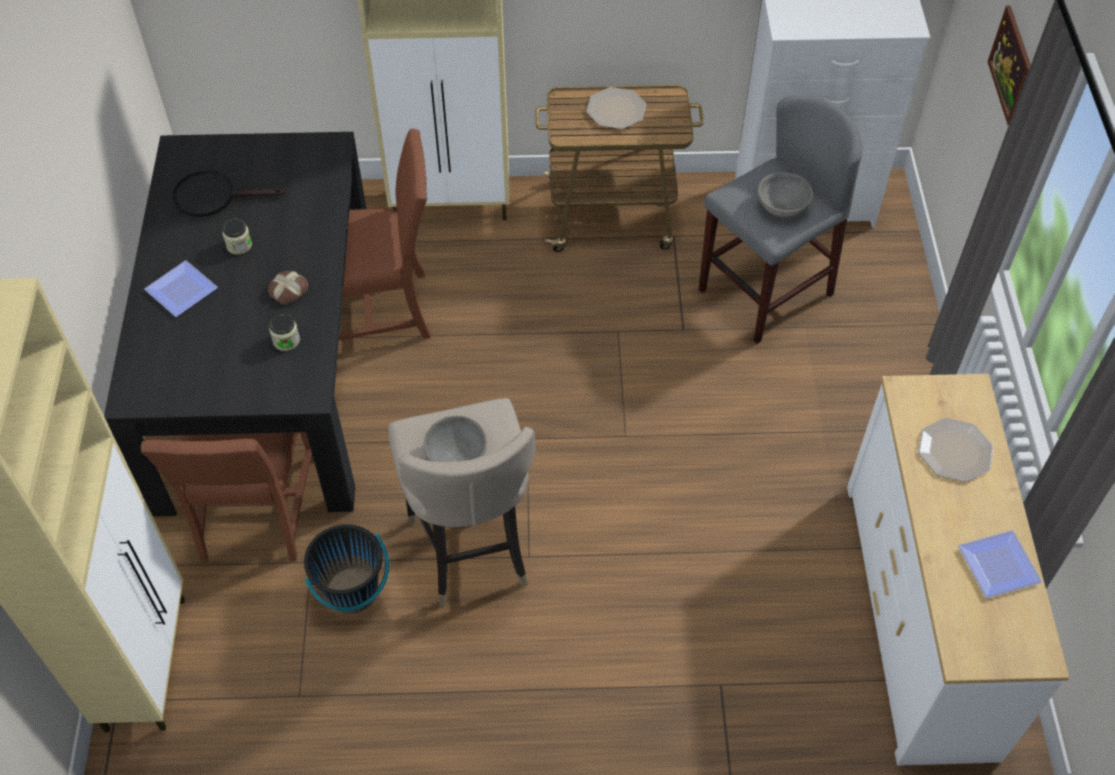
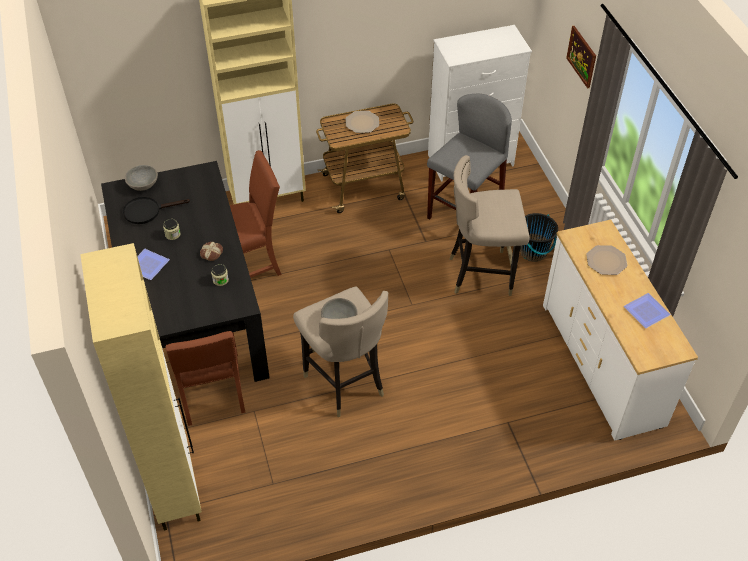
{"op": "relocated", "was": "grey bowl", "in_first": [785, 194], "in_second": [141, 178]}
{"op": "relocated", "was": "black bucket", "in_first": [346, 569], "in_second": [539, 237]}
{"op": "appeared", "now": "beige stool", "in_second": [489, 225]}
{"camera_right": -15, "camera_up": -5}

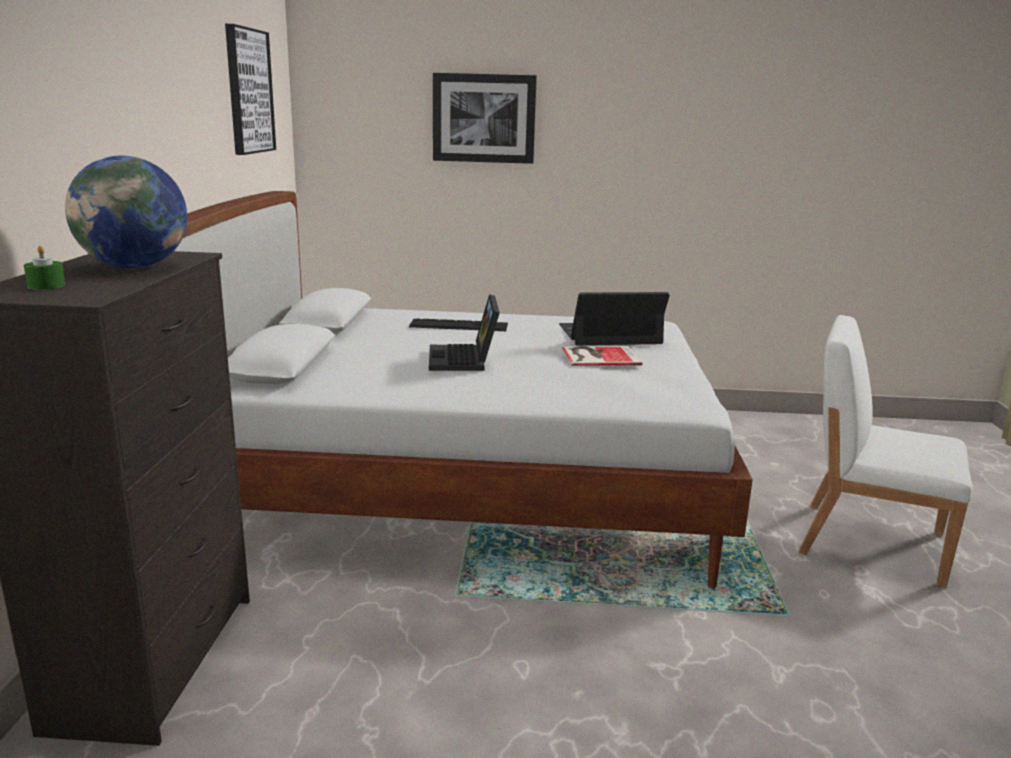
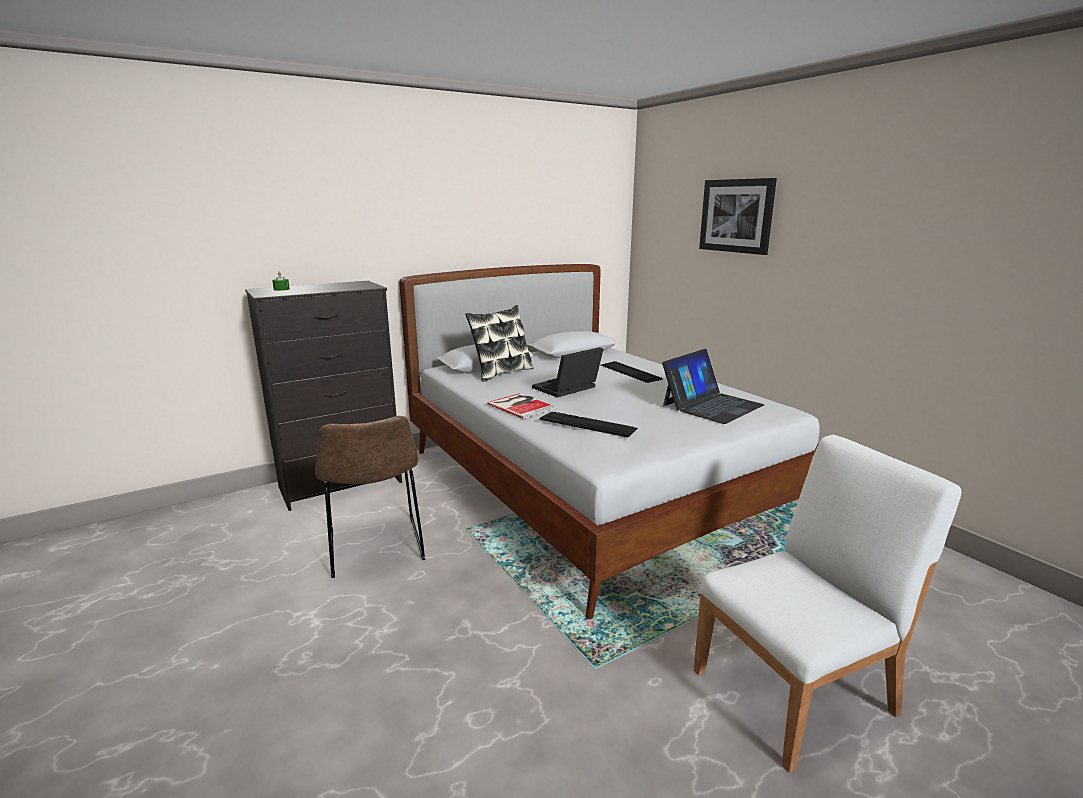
{"op": "missing", "was": "picture", "in_first": [250, 89]}
{"op": "missing", "was": "globe", "in_first": [126, 212]}
{"op": "spun", "was": "laptop", "in_first": [614, 318], "in_second": [713, 386], "clockwise": 90}
{"op": "spun", "was": "white chair", "in_first": [885, 451], "in_second": [827, 604], "clockwise": 75}
{"op": "relocated", "was": "book", "in_first": [601, 356], "in_second": [522, 406]}
{"op": "appeared", "now": "pillow", "in_second": [499, 343]}
{"op": "appeared", "now": "keyboard", "in_second": [589, 424]}
{"op": "appeared", "now": "brown chair", "in_second": [370, 497]}
{"camera_right": 55, "camera_up": 0}

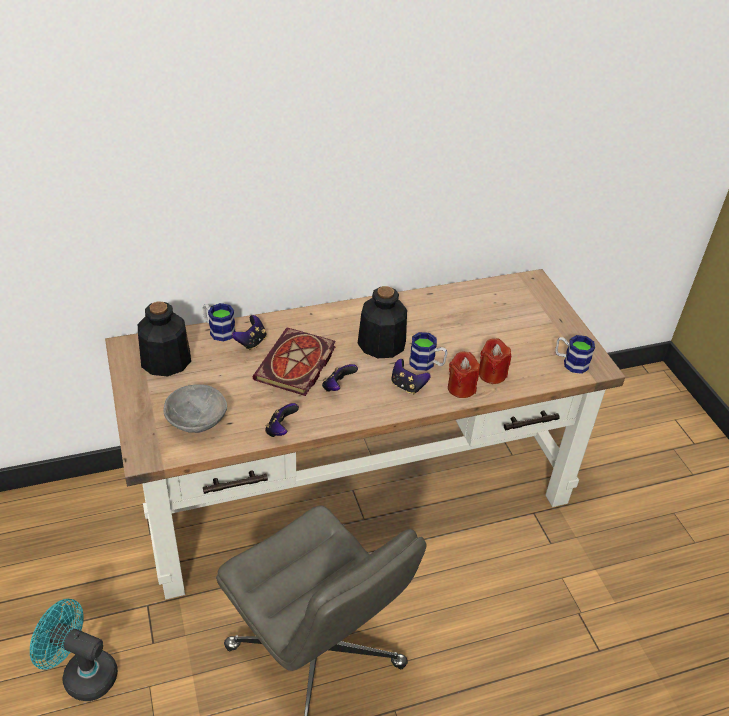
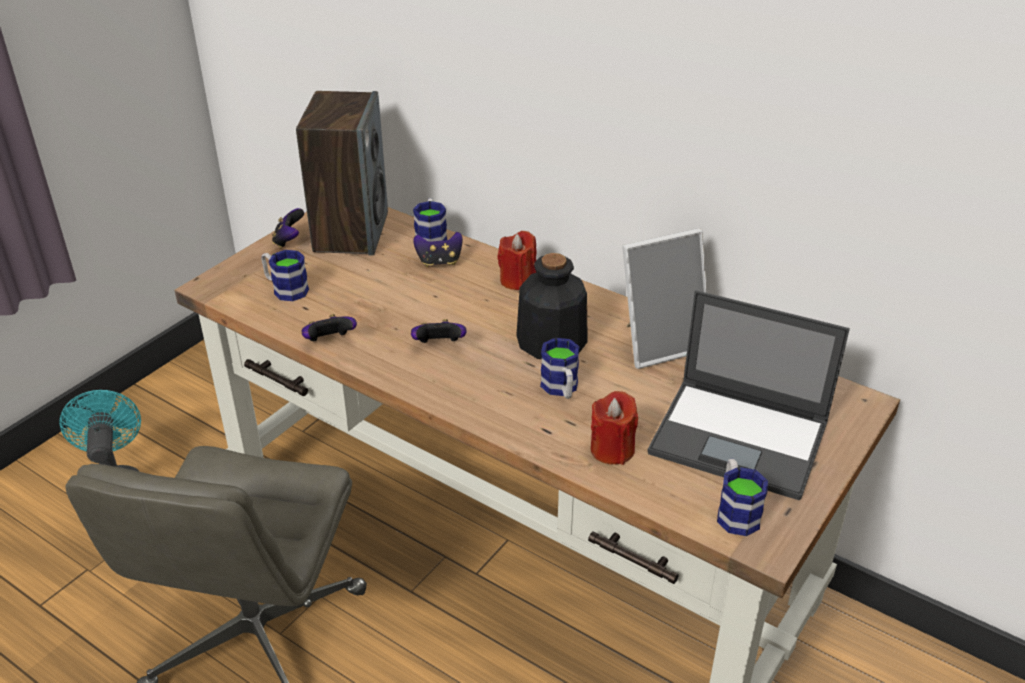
{"op": "exchanged", "was": "bottle", "now": "speaker", "in_first": [164, 339], "in_second": [342, 173]}
{"op": "missing", "was": "book", "in_first": [294, 361]}
{"op": "relocated", "was": "red candle", "in_first": [464, 374], "in_second": [516, 260]}
{"op": "relocated", "was": "game controller", "in_first": [411, 376], "in_second": [288, 228]}
{"op": "exchanged", "was": "grey bowl", "now": "mug", "in_first": [195, 408], "in_second": [285, 275]}
{"op": "appeared", "now": "picture frame", "in_second": [664, 298]}
{"op": "appeared", "now": "laptop", "in_second": [749, 395]}
{"camera_right": 55, "camera_up": -5}

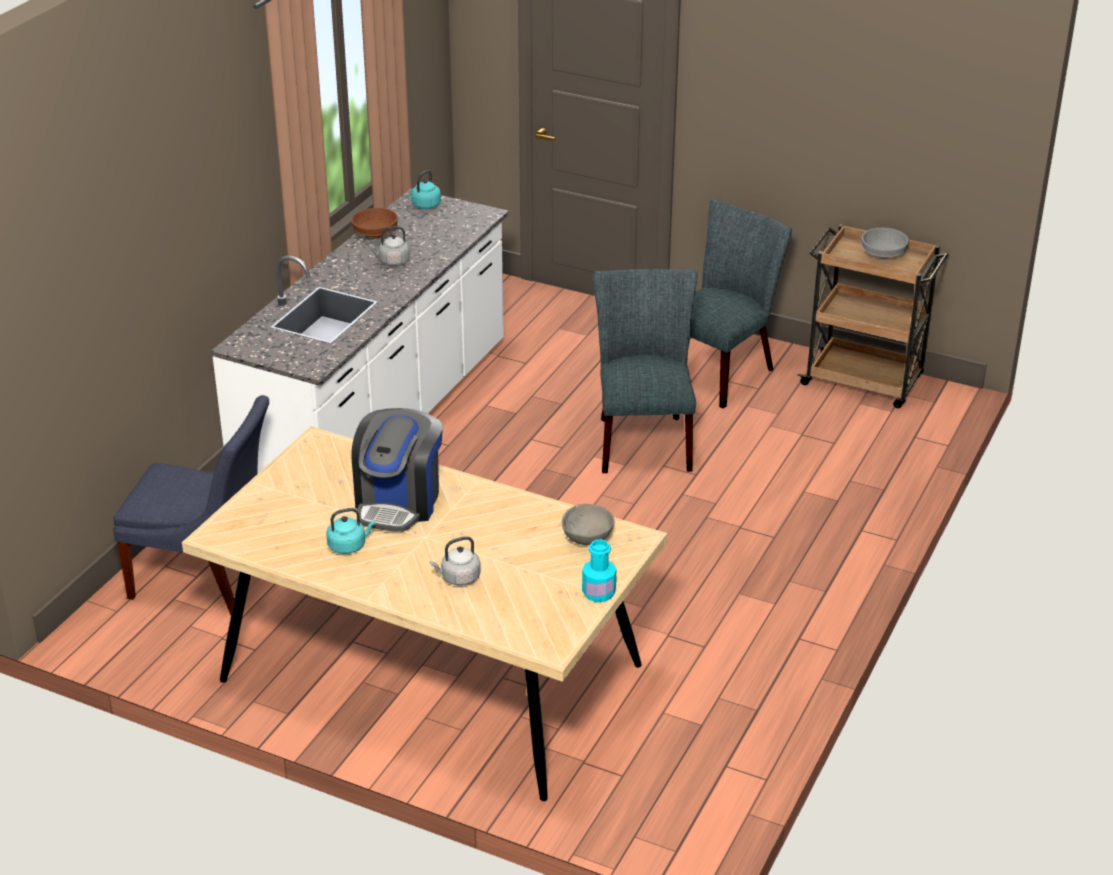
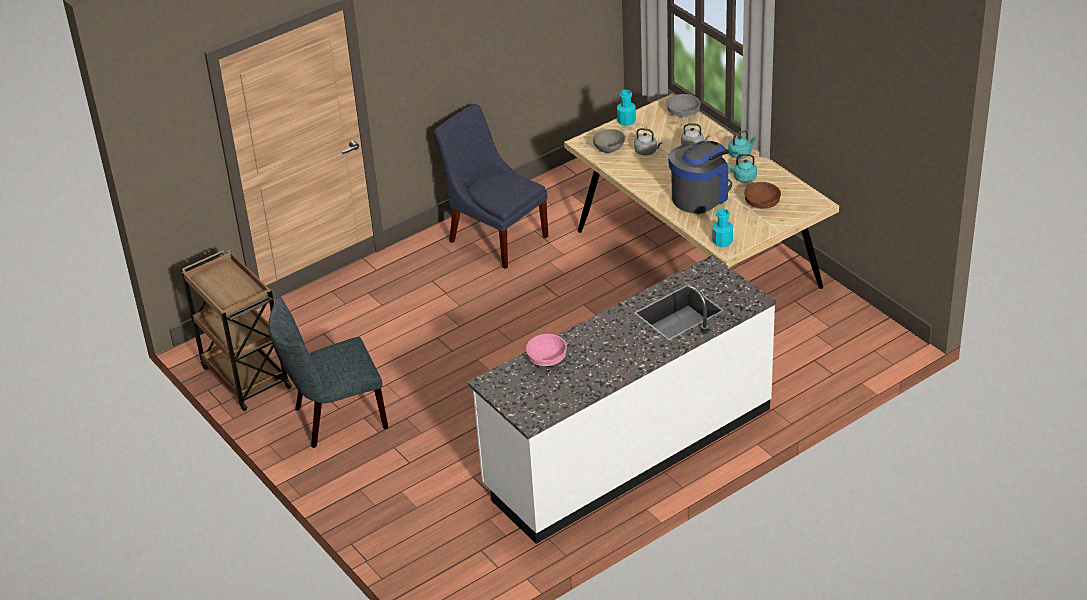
{"op": "relocated", "was": "turquoise kettle", "in_first": [425, 189], "in_second": [742, 144]}
{"op": "relocated", "was": "brown bowl", "in_first": [374, 223], "in_second": [762, 195]}
{"op": "relocated", "was": "grey kettle", "in_first": [389, 246], "in_second": [648, 141]}
{"op": "relocated", "was": "grey bowl", "in_first": [885, 243], "in_second": [683, 105]}
{"op": "missing", "was": "grey chair", "in_first": [645, 371]}
{"op": "relocated", "was": "blue chair", "in_first": [191, 505], "in_second": [491, 186]}
{"op": "appeared", "now": "turquoise bottle", "in_second": [723, 227]}
{"op": "appeared", "now": "pink bowl", "in_second": [546, 350]}
{"camera_right": -150, "camera_up": 5}

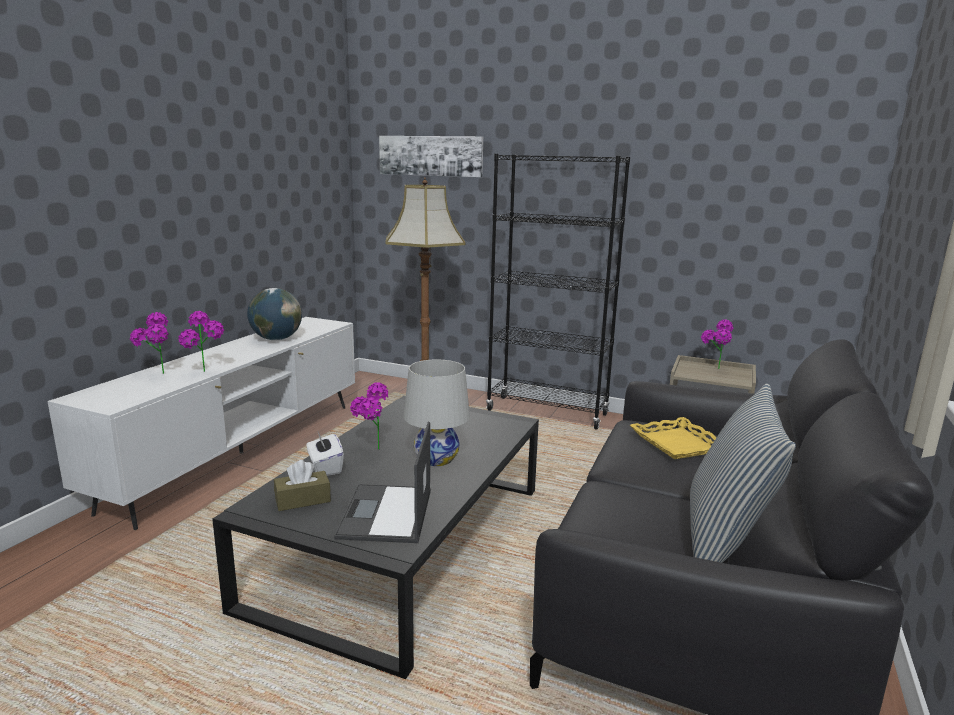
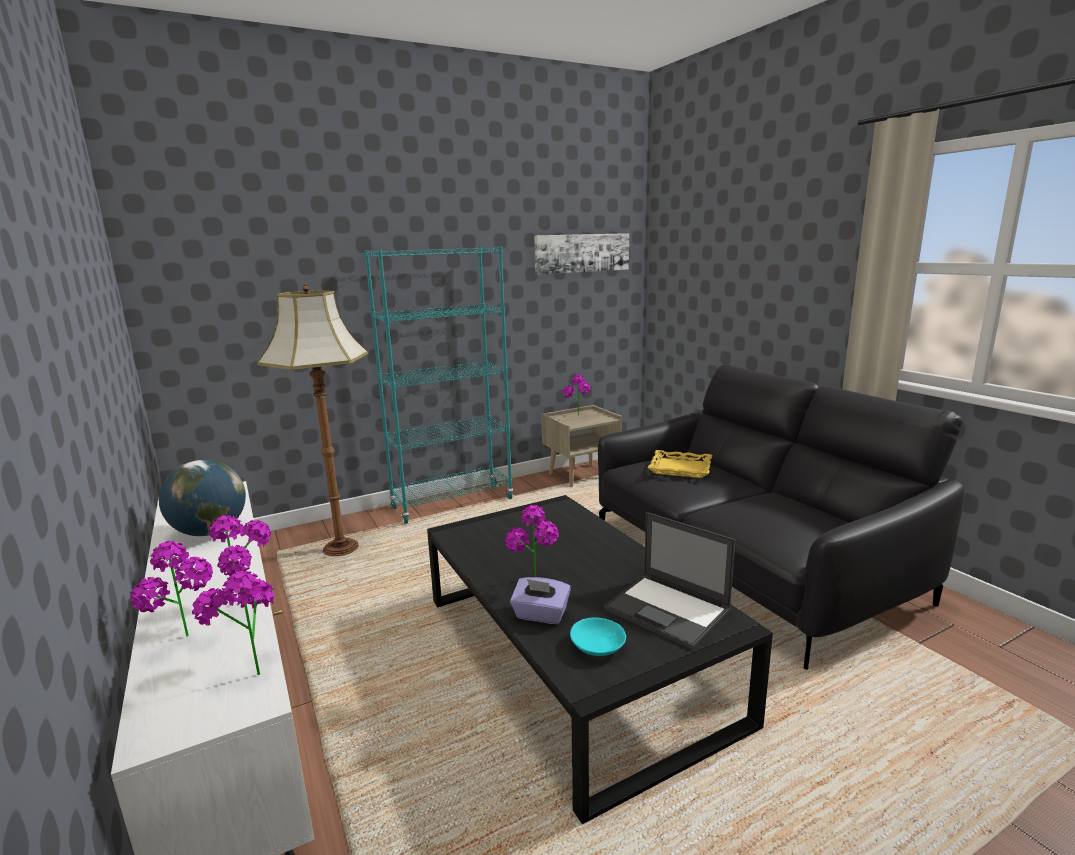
{"op": "relocated", "was": "picture", "in_first": [431, 156], "in_second": [581, 254]}
{"op": "colour", "was": "black bookcase", "now": "turquoise bookcase", "in_first": [558, 291], "in_second": [439, 385]}
{"op": "missing", "was": "white table lamp", "in_first": [437, 413]}
{"op": "missing", "was": "pillow", "in_first": [743, 473]}
{"op": "colour", "was": "white tissue box", "now": "purple tissue box", "in_first": [325, 454], "in_second": [540, 600]}
{"op": "exchanged", "was": "brown tissue box", "now": "turquoise bowl", "in_first": [302, 485], "in_second": [598, 637]}
{"op": "appeared", "now": "potted plant", "in_second": [233, 623]}
{"camera_right": -50, "camera_up": 0}

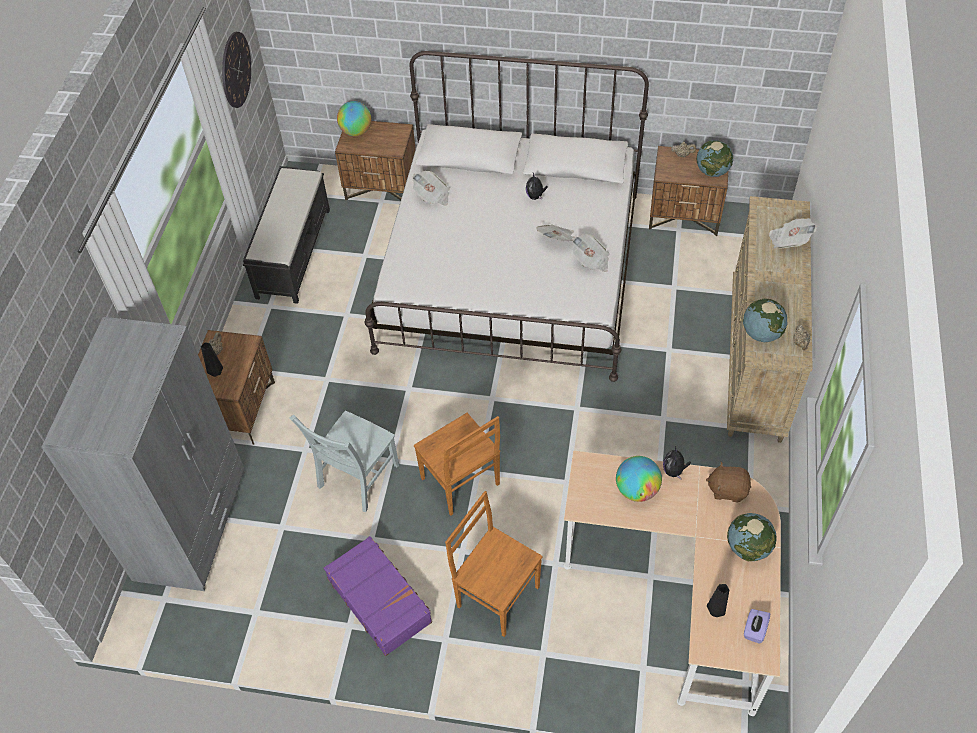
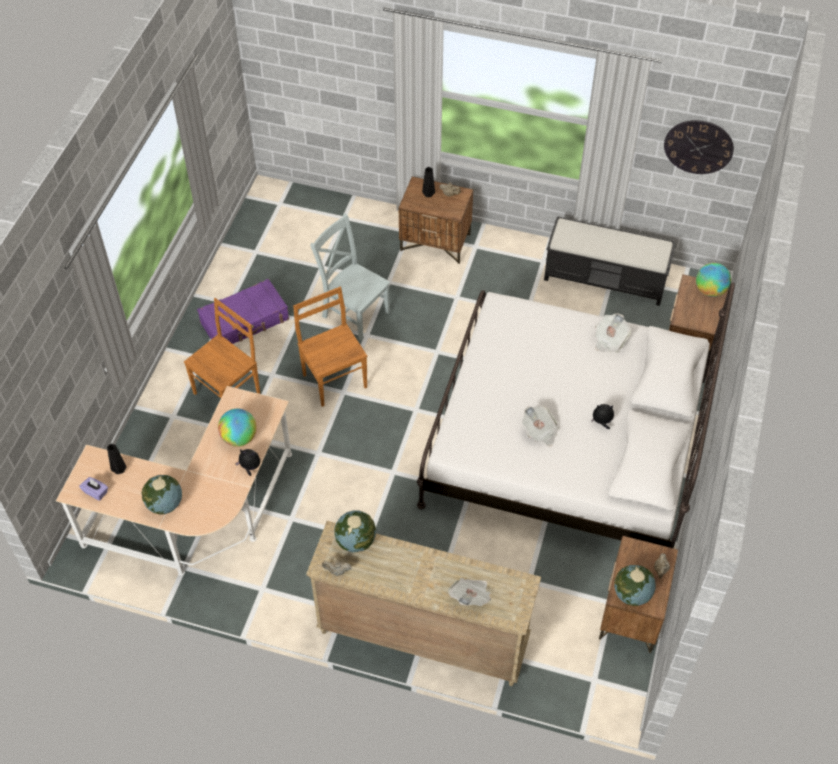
{"op": "missing", "was": "newspaper", "in_first": [590, 253]}
{"op": "missing", "was": "grey wardrobe", "in_first": [143, 454]}
{"op": "spun", "was": "brown chair", "in_first": [457, 464], "in_second": [330, 347], "clockwise": 90}
{"op": "missing", "was": "brown plush toy", "in_first": [728, 482]}
{"camera_right": 95, "camera_up": 0}

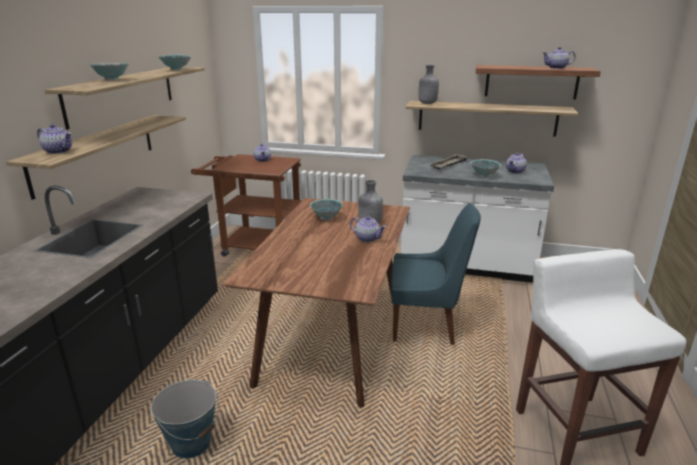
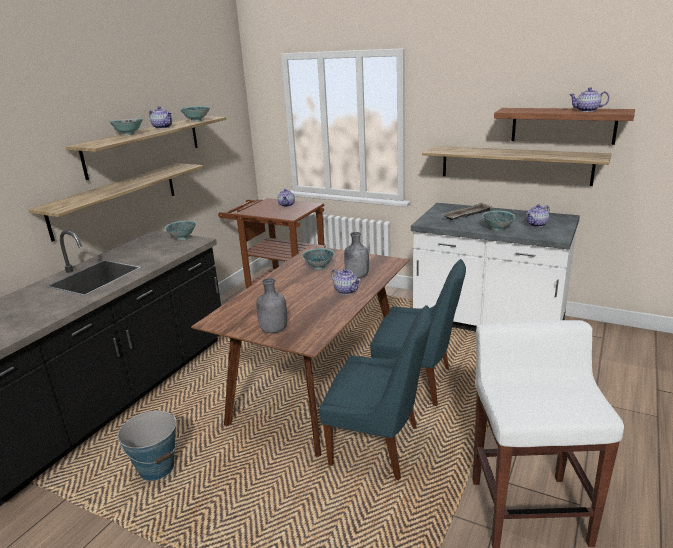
{"op": "relocated", "was": "grey bottle", "in_first": [429, 84], "in_second": [271, 305]}
{"op": "relocated", "was": "teapot", "in_first": [54, 139], "in_second": [160, 117]}
{"op": "appeared", "now": "bowl", "in_second": [180, 230]}
{"op": "appeared", "now": "blue chair", "in_second": [375, 392]}
{"camera_right": 15, "camera_up": 0}

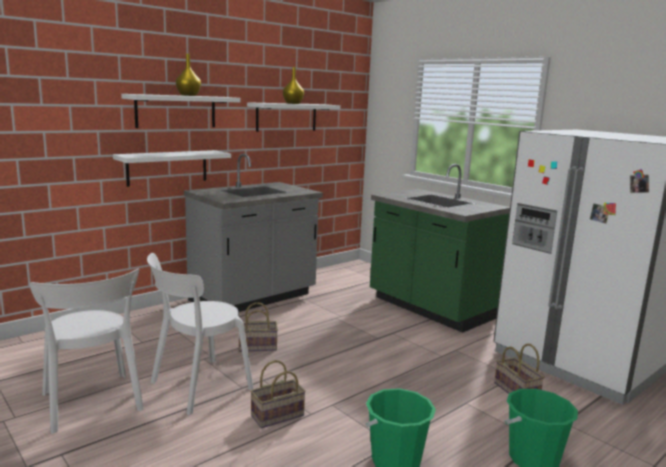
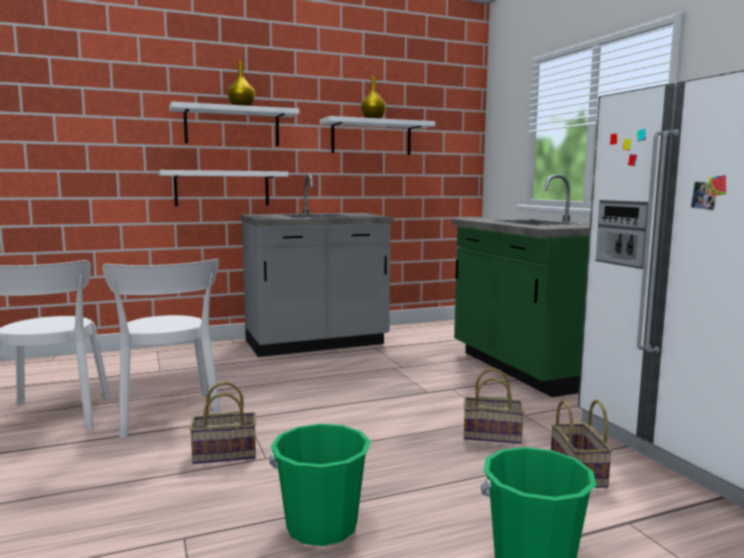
{"op": "spun", "was": "white chair", "in_first": [200, 334], "in_second": [161, 348], "clockwise": -90}
{"op": "relocated", "was": "basket", "in_first": [258, 327], "in_second": [494, 406]}
{"camera_right": 20, "camera_up": -5}

